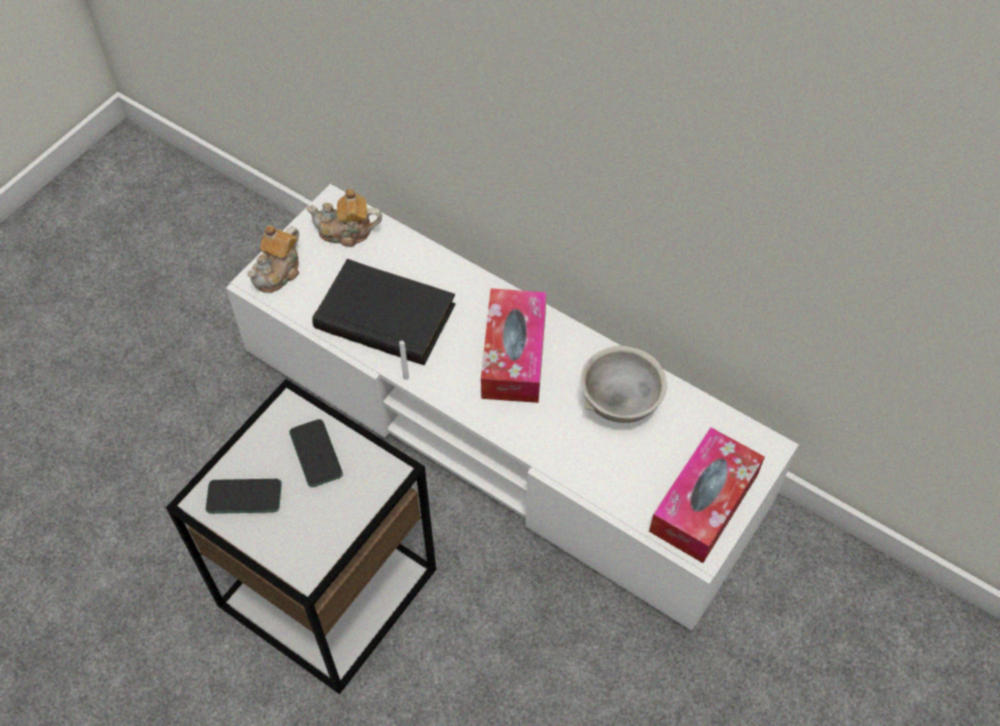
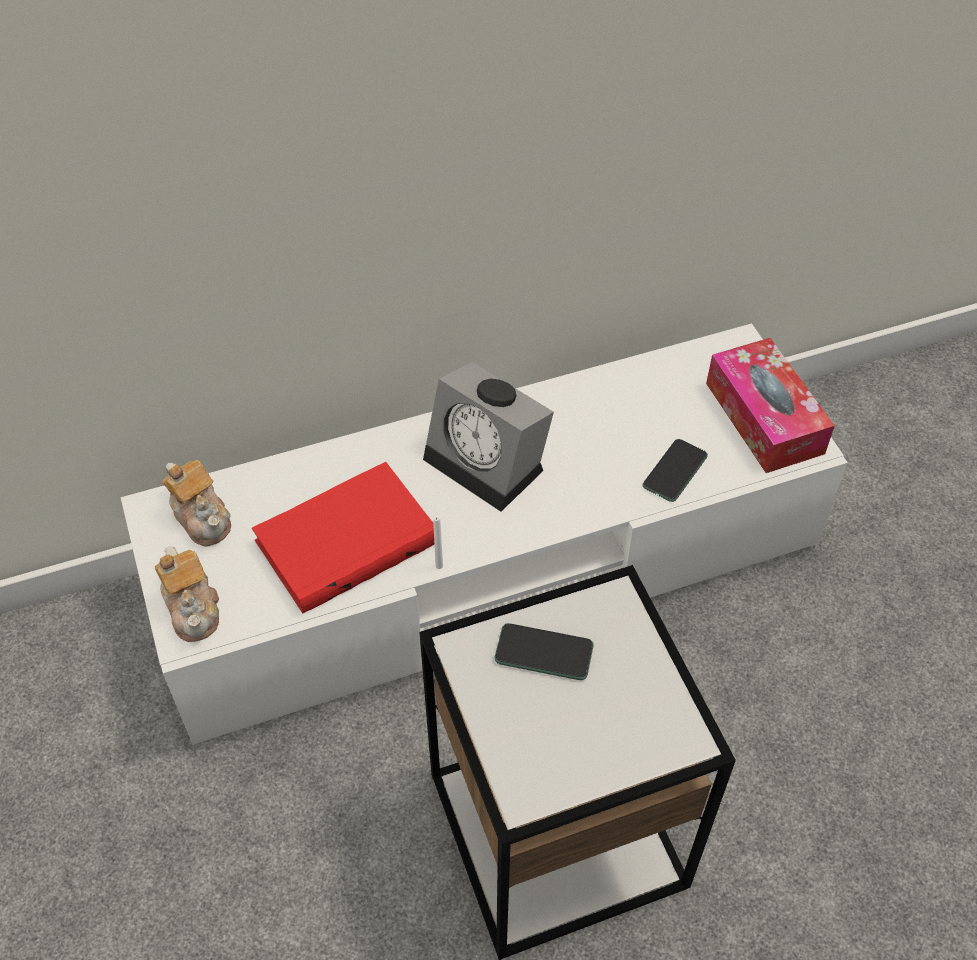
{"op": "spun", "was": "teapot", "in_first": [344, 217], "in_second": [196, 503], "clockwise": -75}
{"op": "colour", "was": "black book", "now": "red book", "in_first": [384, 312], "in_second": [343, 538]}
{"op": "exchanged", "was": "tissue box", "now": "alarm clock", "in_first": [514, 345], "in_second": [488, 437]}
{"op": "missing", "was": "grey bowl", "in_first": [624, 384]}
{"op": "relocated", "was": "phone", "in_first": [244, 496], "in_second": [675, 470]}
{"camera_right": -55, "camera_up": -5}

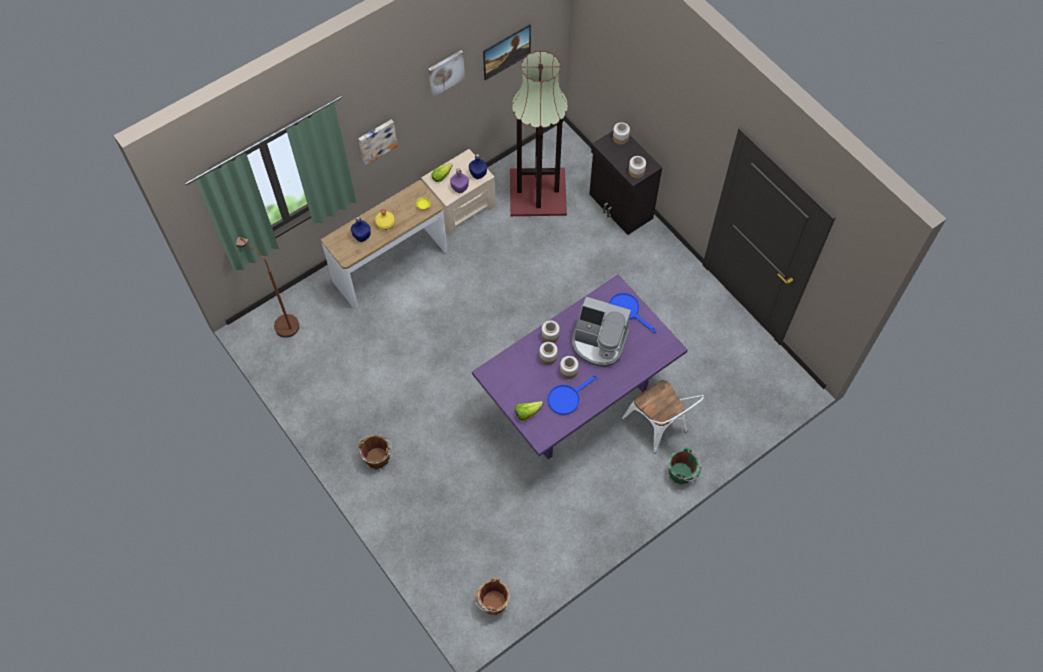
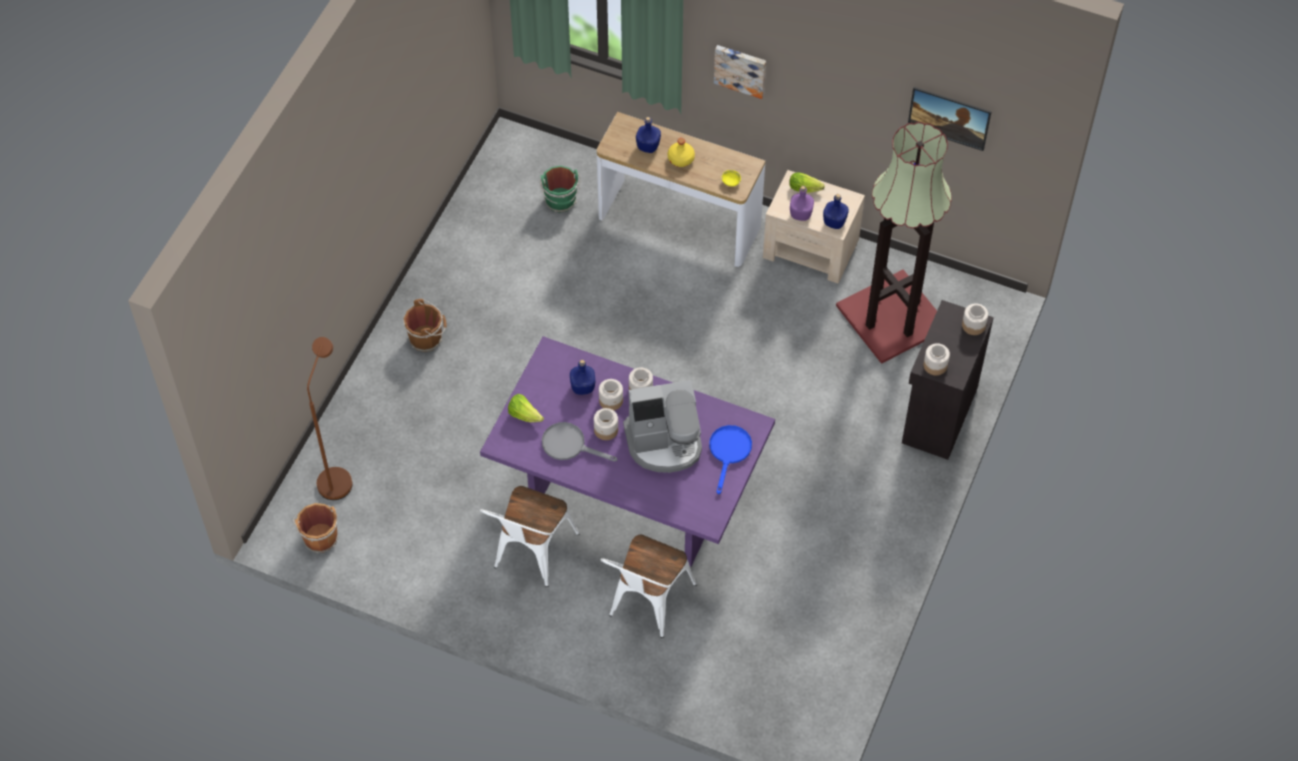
{"op": "missing", "was": "picture", "in_first": [446, 73]}
{"op": "relocated", "was": "brown floor lamp", "in_first": [267, 287], "in_second": [330, 418]}
{"op": "spun", "was": "coffee machine", "in_first": [601, 332], "in_second": [662, 426], "clockwise": -90}
{"op": "colour", "was": "blue frying pan", "now": "grey frying pan", "in_first": [572, 395], "in_second": [579, 442]}
{"op": "relocated", "was": "green bucket", "in_first": [684, 466], "in_second": [560, 189]}
{"op": "appeared", "now": "blue bottle", "in_second": [582, 377]}
{"op": "appeared", "now": "white chair", "in_second": [530, 536]}
{"camera_right": 60, "camera_up": -5}

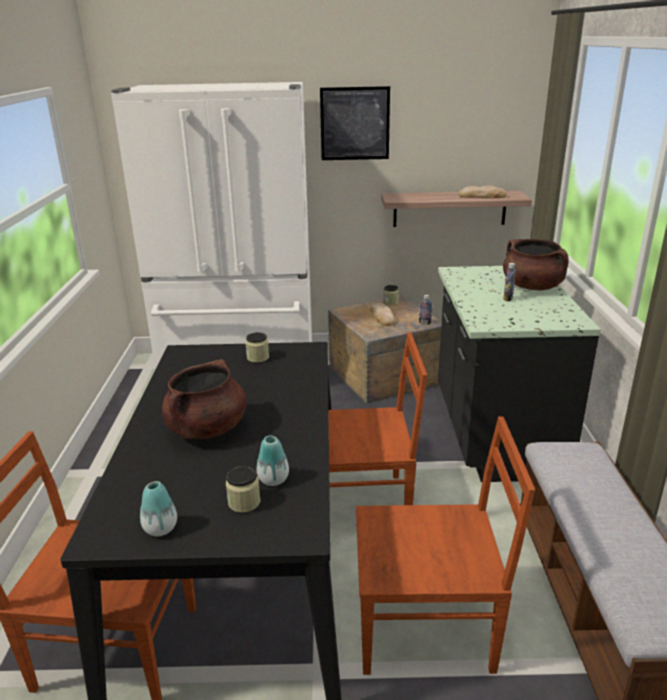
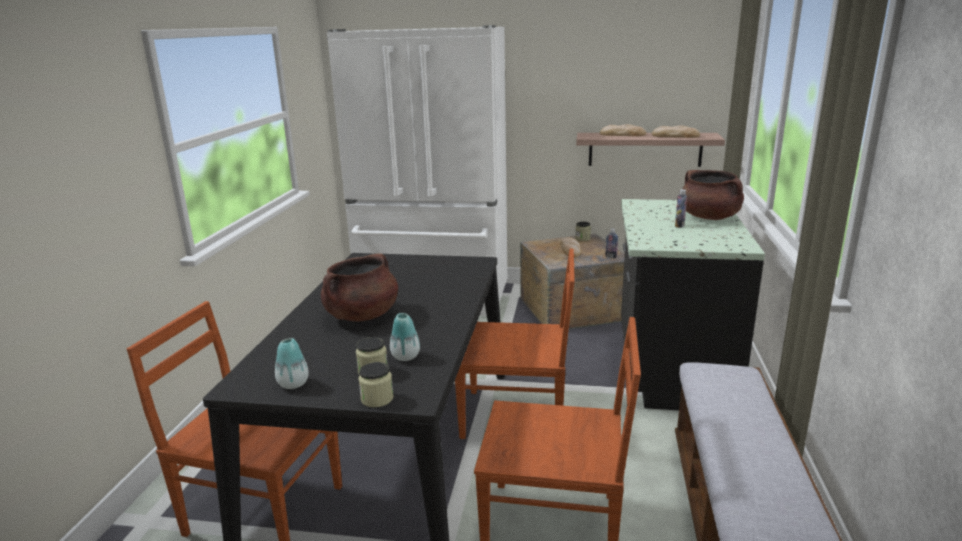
{"op": "missing", "was": "picture", "in_first": [355, 123]}
{"op": "relocated", "was": "jar", "in_first": [257, 347], "in_second": [375, 384]}
{"op": "appeared", "now": "bread", "in_second": [623, 130]}
{"camera_right": 10, "camera_up": -5}

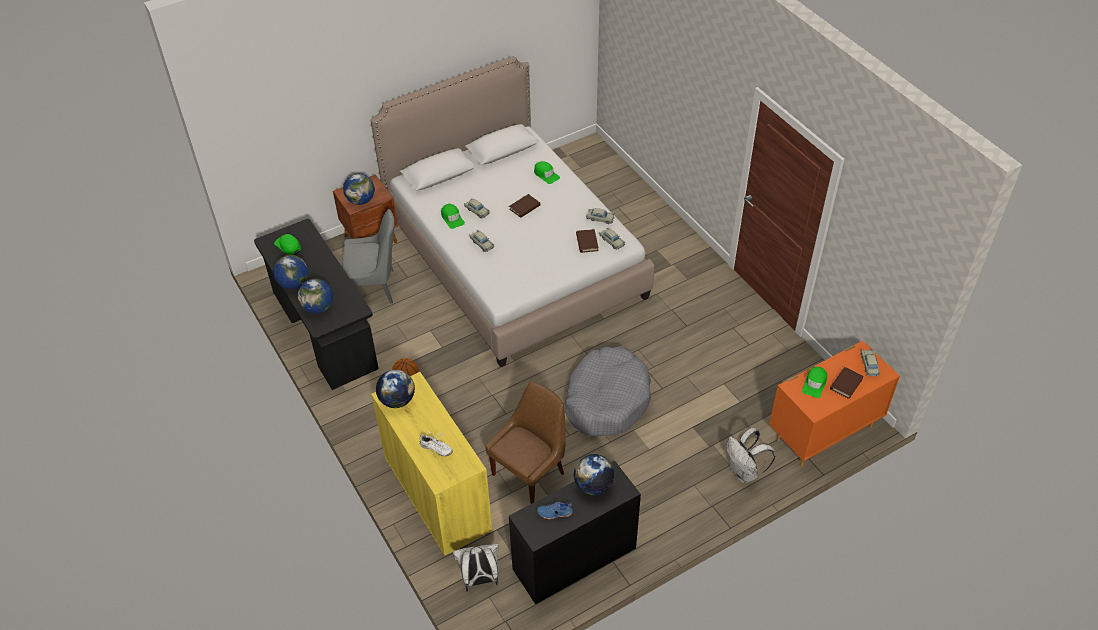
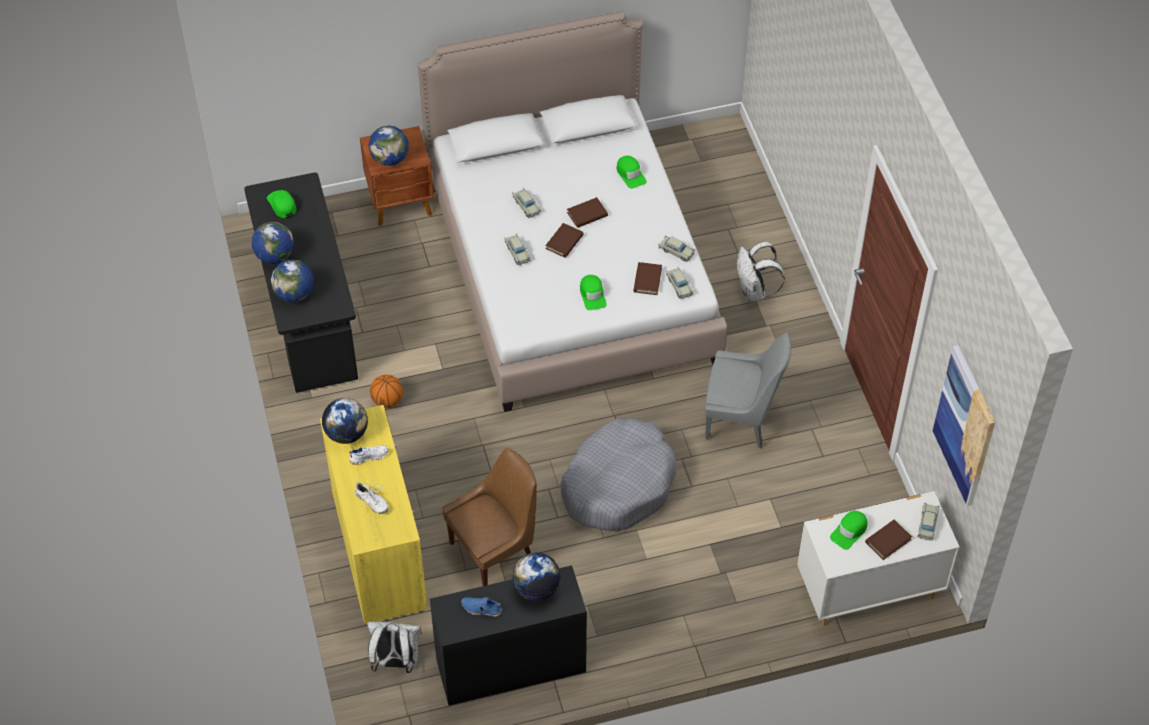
{"op": "relocated", "was": "green cap", "in_first": [453, 216], "in_second": [593, 292]}
{"op": "relocated", "was": "grey chair", "in_first": [368, 256], "in_second": [748, 391]}
{"op": "colour", "was": "orange dresser", "now": "white dresser", "in_first": [834, 404], "in_second": [878, 558]}
{"op": "relocated", "was": "white backpack", "in_first": [750, 455], "in_second": [761, 271]}
{"op": "appeared", "now": "brown book", "in_second": [564, 240]}
{"op": "appeared", "now": "picture", "in_second": [964, 425]}
{"op": "appeared", "now": "white shoe", "in_second": [368, 455]}
{"camera_right": 15, "camera_up": 5}

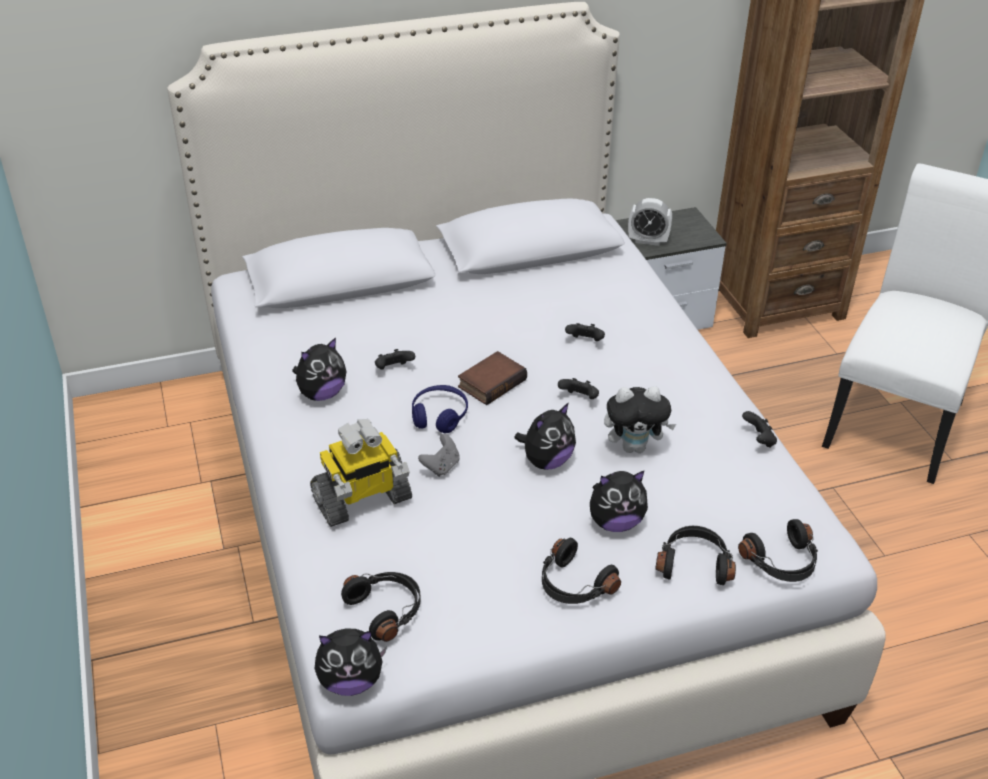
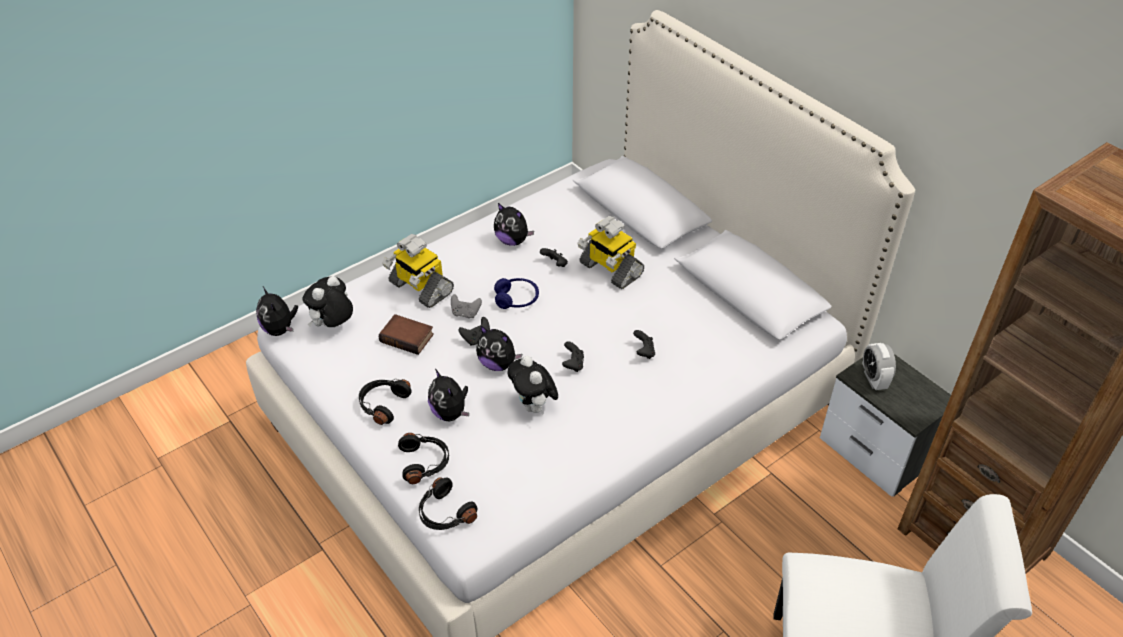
{"op": "relocated", "was": "book", "in_first": [492, 378], "in_second": [406, 334]}
{"op": "relocated", "was": "black game controller", "in_first": [759, 429], "in_second": [474, 331]}
{"op": "exchanged", "was": "black headphones", "now": "plush toy", "in_first": [381, 607], "in_second": [327, 301]}
{"op": "appeared", "now": "toy robot", "in_second": [610, 252]}
{"camera_right": 70, "camera_up": 5}

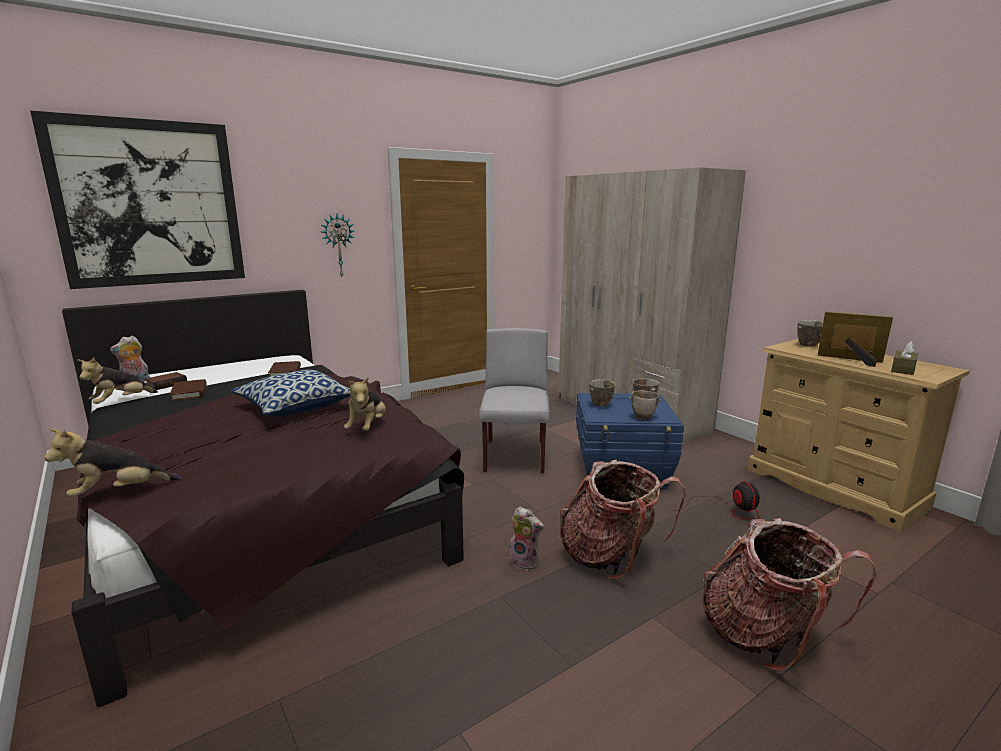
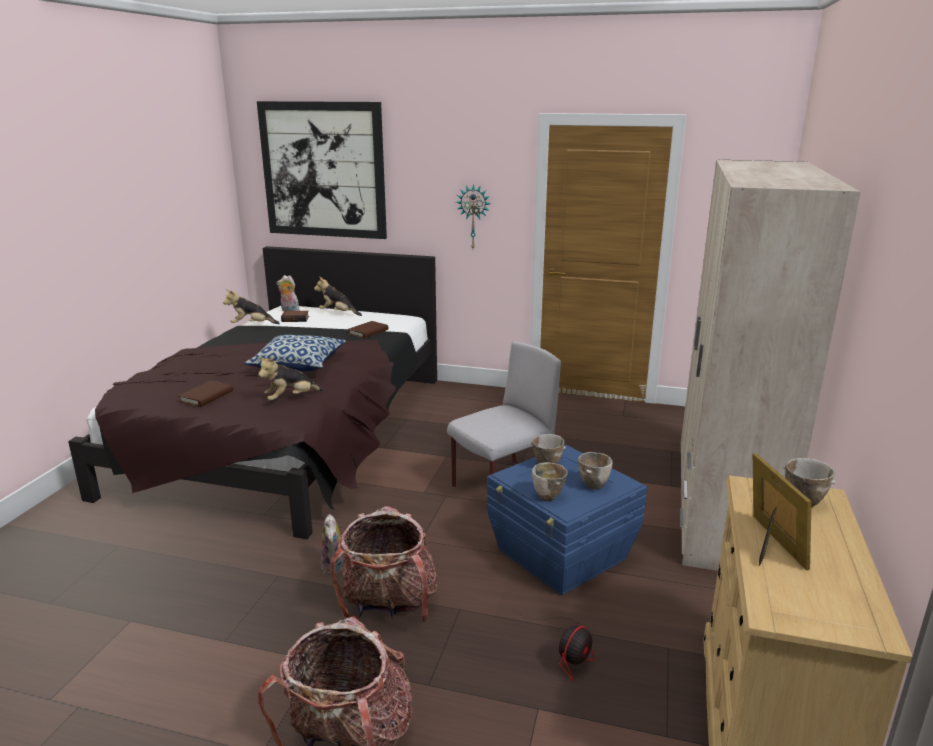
{"op": "missing", "was": "brown tissue box", "in_first": [904, 358]}
{"op": "relocated", "was": "brown book", "in_first": [188, 390], "in_second": [205, 394]}
{"op": "relocated", "was": "plush toy", "in_first": [112, 463], "in_second": [338, 296]}
{"camera_right": 50, "camera_up": 5}

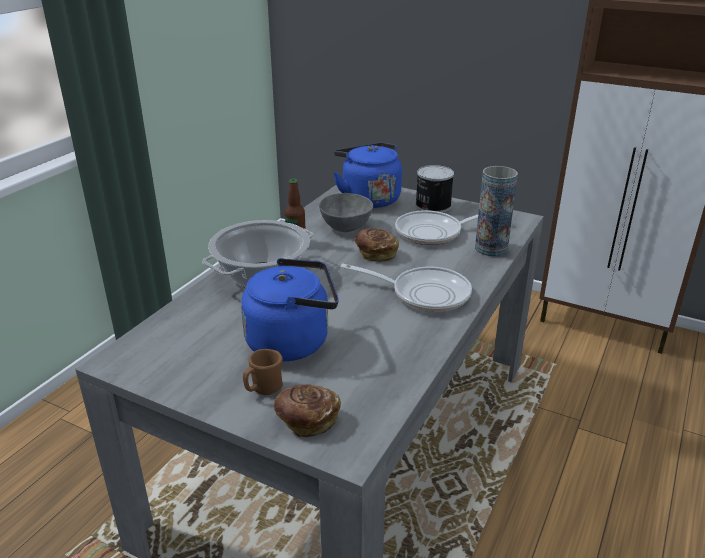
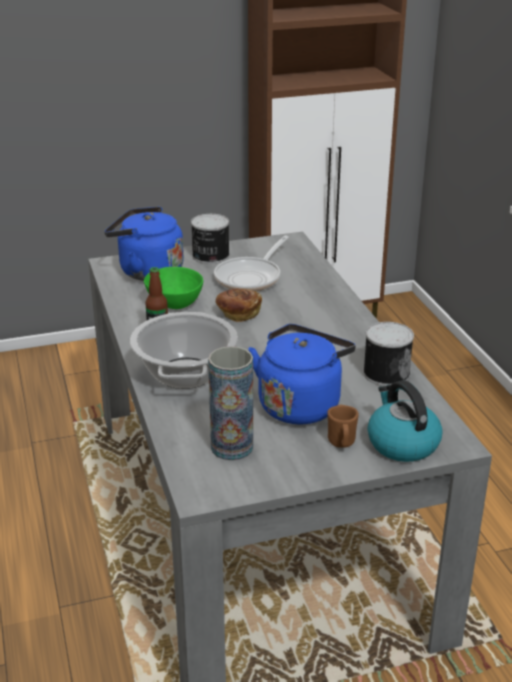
{"op": "relocated", "was": "vase", "in_first": [496, 211], "in_second": [230, 403]}
{"op": "colour", "was": "grey bowl", "now": "green bowl", "in_first": [346, 212], "in_second": [173, 288]}
{"op": "missing", "was": "frying pan", "in_first": [406, 288]}
{"op": "exchanged", "was": "bread", "now": "kettle", "in_first": [307, 410], "in_second": [405, 421]}
{"op": "appeared", "now": "can", "in_second": [388, 354]}
{"camera_right": -45, "camera_up": 0}

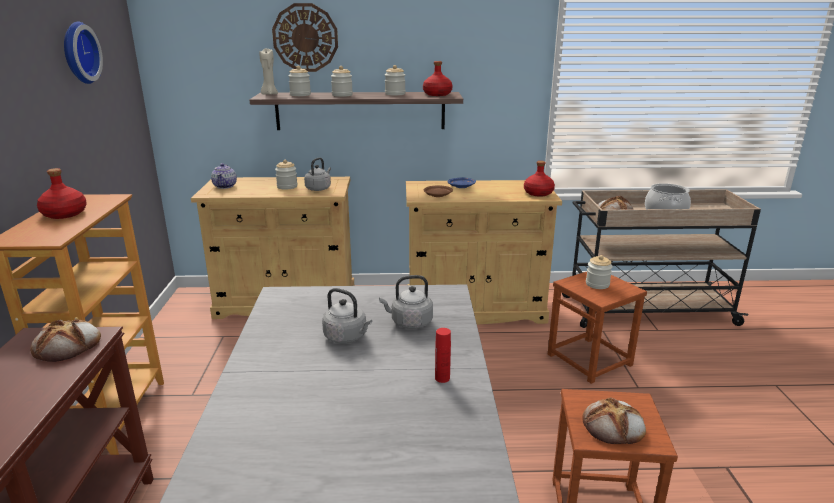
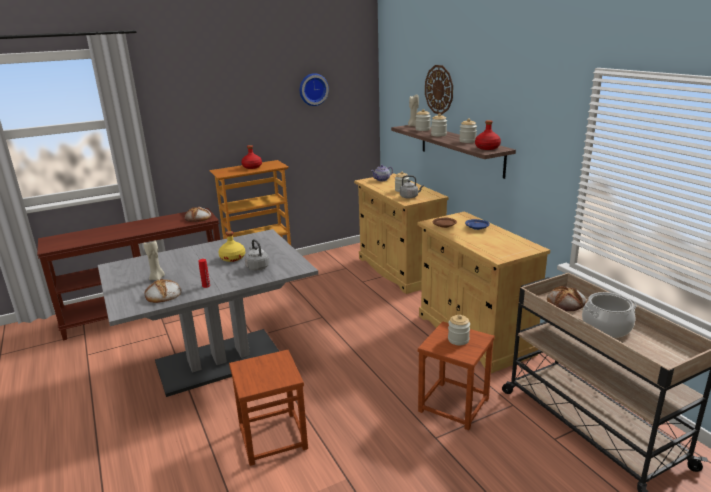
{"op": "missing", "was": "red bottle", "in_first": [539, 179]}
{"op": "exchanged", "was": "grey kettle", "now": "yellow bottle", "in_first": [347, 315], "in_second": [231, 246]}
{"op": "relocated", "was": "bread", "in_first": [614, 420], "in_second": [163, 291]}
{"op": "appeared", "now": "beige candle", "in_second": [154, 260]}
{"camera_right": 65, "camera_up": 0}

